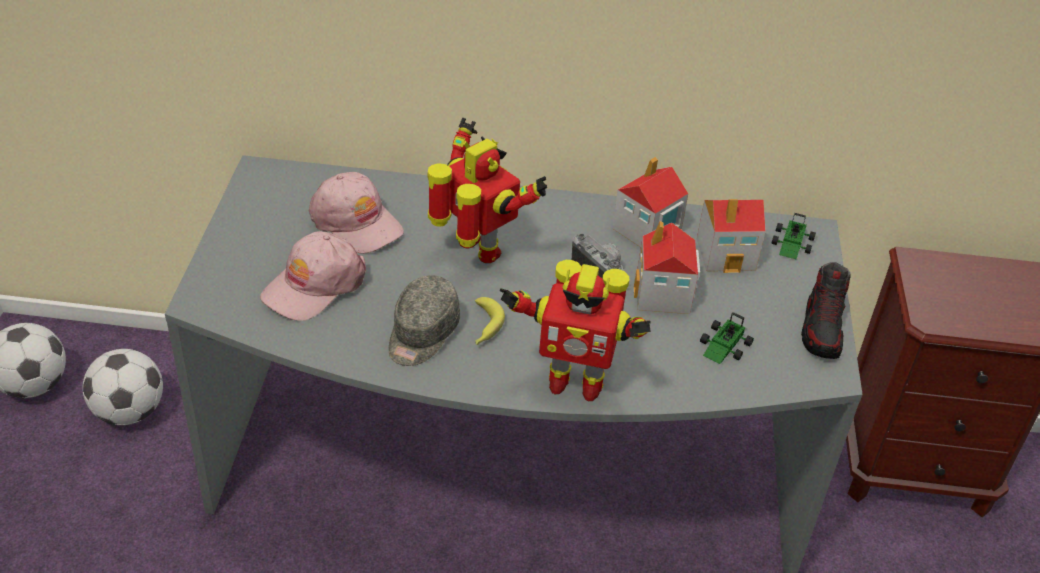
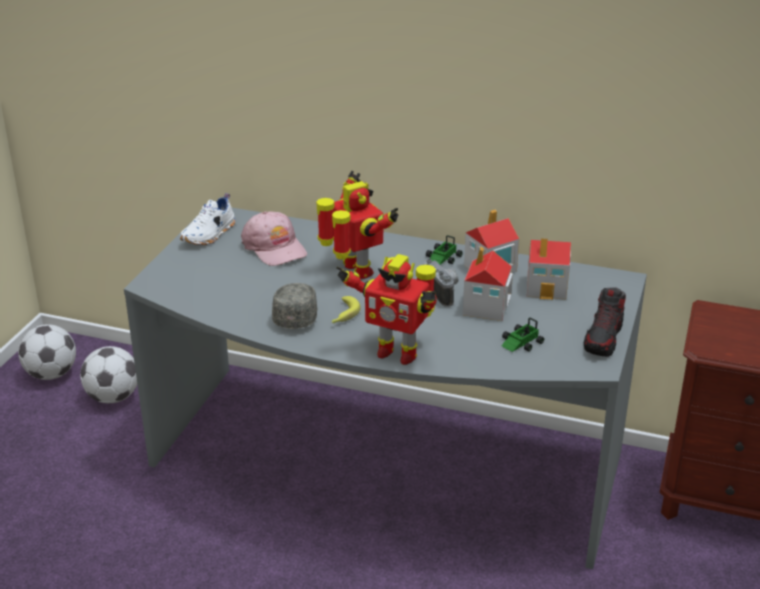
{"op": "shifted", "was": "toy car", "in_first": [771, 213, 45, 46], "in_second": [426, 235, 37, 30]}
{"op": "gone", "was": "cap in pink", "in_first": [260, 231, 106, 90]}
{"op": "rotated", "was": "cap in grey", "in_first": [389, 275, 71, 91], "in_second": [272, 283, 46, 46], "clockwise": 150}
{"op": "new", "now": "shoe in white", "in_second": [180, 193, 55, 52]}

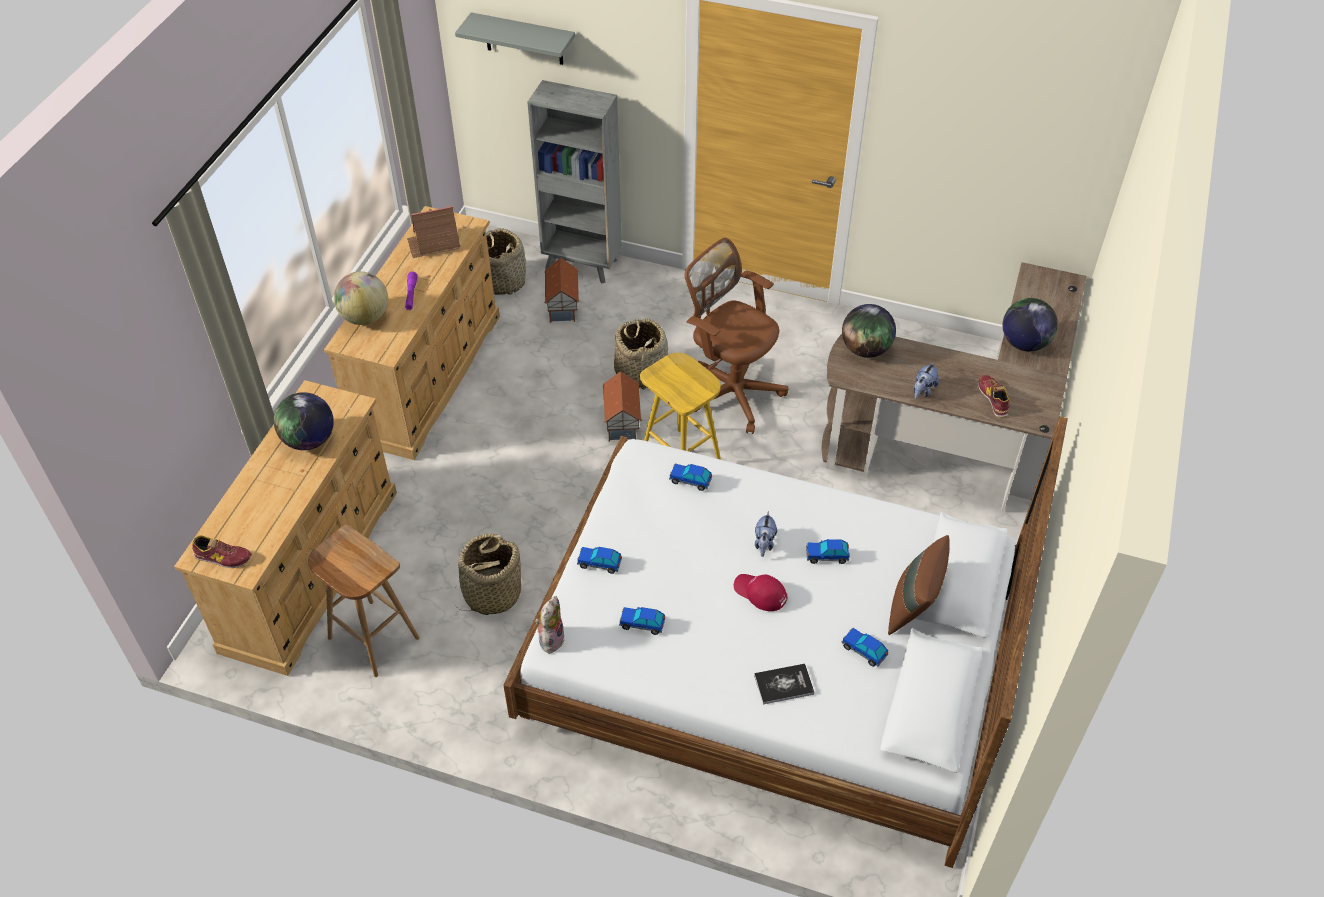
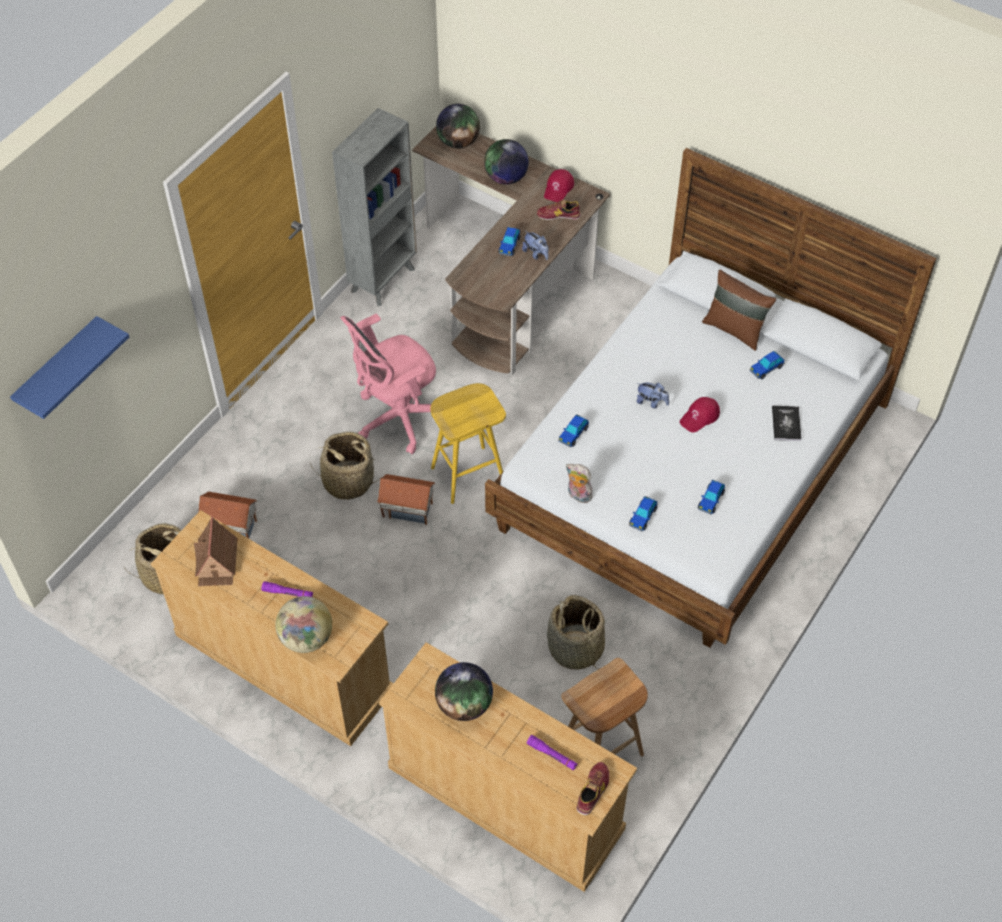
{"op": "repainted", "was": "shelf in grey", "now": "shelf in blue", "in_first": [455, 12, 120, 53], "in_second": [10, 316, 119, 103]}
{"op": "shifted", "was": "bookcase in grey", "in_first": [527, 80, 95, 204], "in_second": [332, 108, 85, 198]}
{"op": "repainted", "was": "office chair in brown", "now": "office chair in pink", "in_first": [684, 238, 105, 196], "in_second": [340, 314, 96, 140]}
{"op": "shifted", "was": "globe", "in_first": [842, 304, 54, 54], "in_second": [436, 104, 44, 45]}
{"op": "shifted", "was": "toy car", "in_first": [806, 539, 44, 25], "in_second": [499, 227, 21, 29]}
{"op": "shifted", "was": "plush toy", "in_first": [535, 596, 30, 57], "in_second": [566, 464, 28, 39]}
{"op": "new", "now": "cap in red", "in_second": [544, 169, 30, 33]}
{"op": "new", "now": "flashlight in purple", "in_second": [527, 735, 50, 35]}

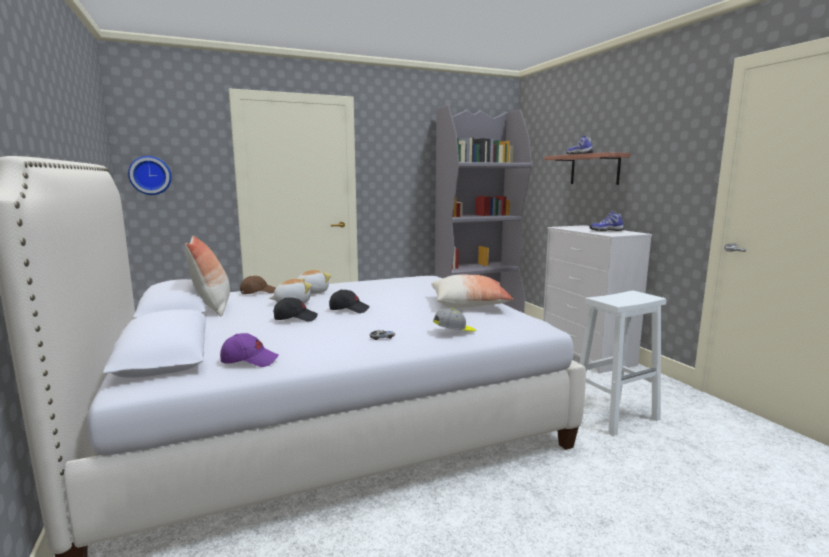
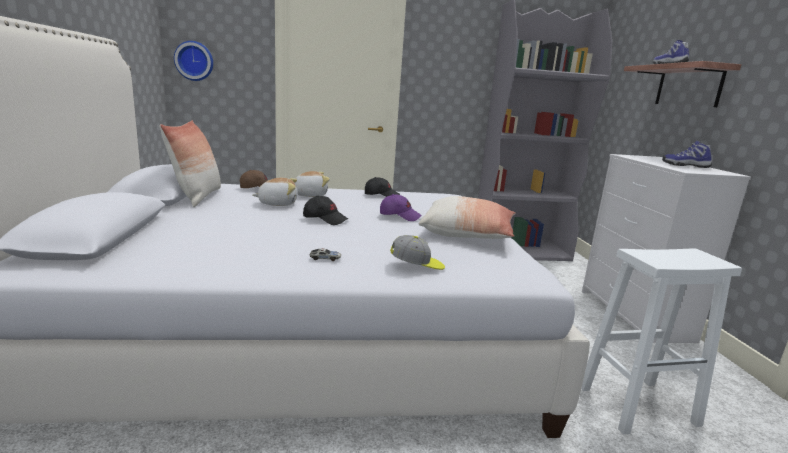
{"op": "shifted", "was": "cap in black", "in_first": [273, 297, 45, 24], "in_second": [365, 177, 35, 20]}
{"op": "shifted", "was": "cap in purple", "in_first": [220, 333, 59, 34], "in_second": [380, 194, 42, 27]}

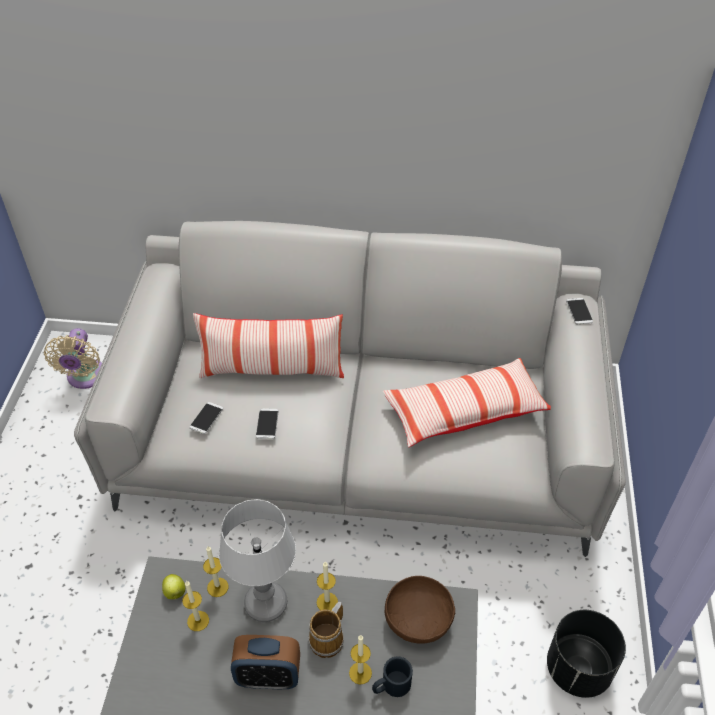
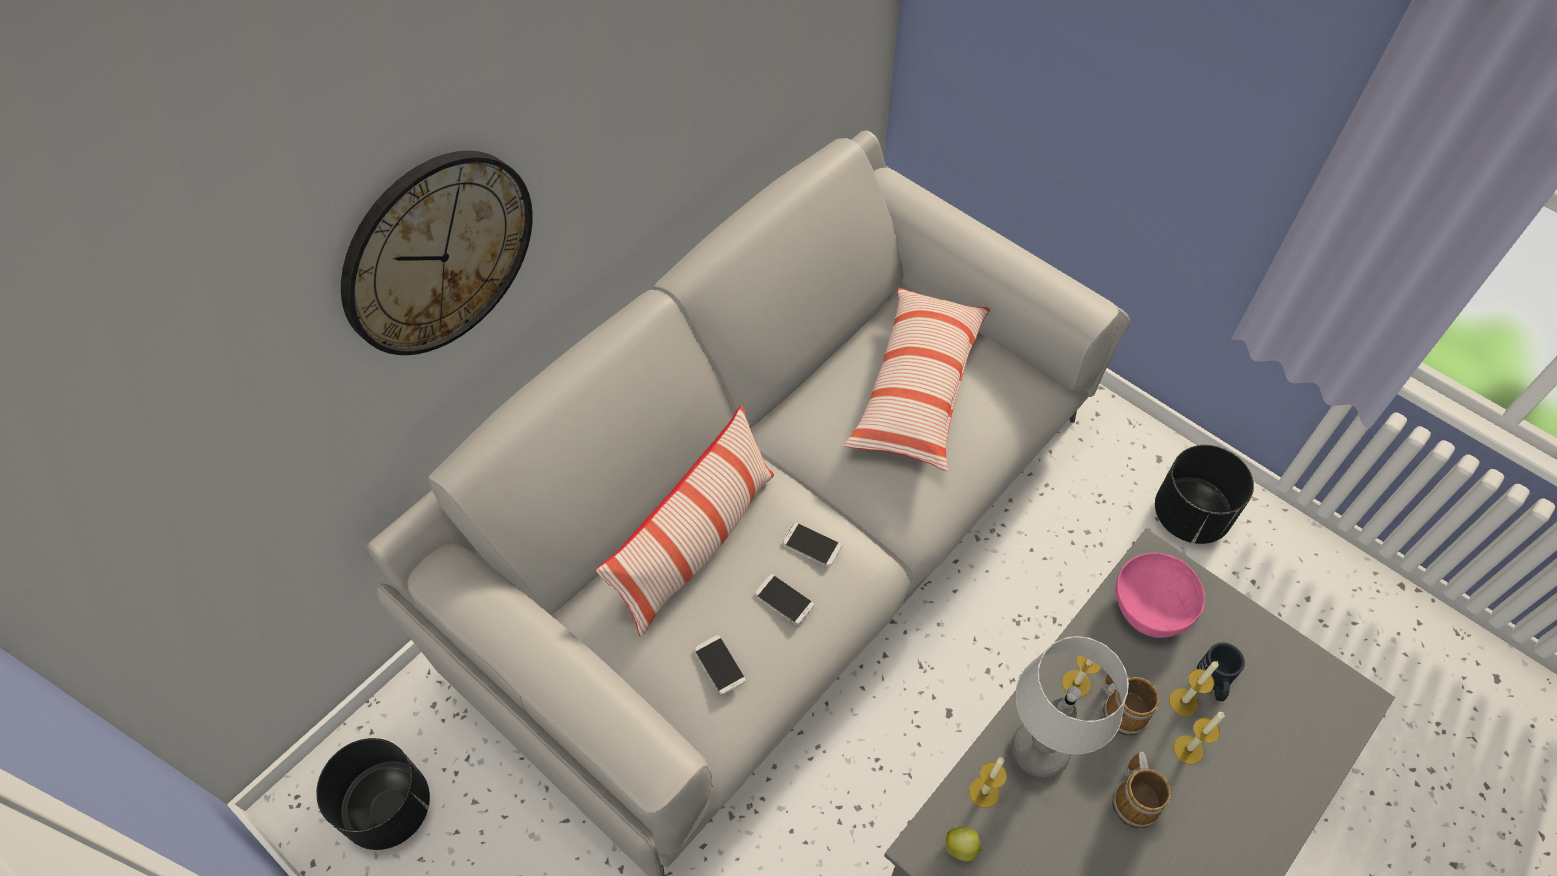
{"op": "shifted", "was": "phone", "in_first": [566, 298, 27, 26], "in_second": [783, 523, 59, 43]}
{"op": "swapped", "was": "fan in beige", "now": "planter in black", "in_first": [44, 328, 58, 61], "in_second": [316, 738, 114, 112]}
{"op": "repainted", "was": "bowl in brown", "now": "bowl in pink", "in_first": [385, 576, 70, 68], "in_second": [1116, 553, 89, 85]}
{"op": "shifted", "was": "candle", "in_first": [182, 581, 27, 50], "in_second": [1173, 712, 52, 53]}
{"op": "swapped", "was": "alarm clock", "now": "mug", "in_first": [231, 635, 69, 54], "in_second": [1112, 751, 59, 77]}
{"op": "new", "now": "wall clock", "in_second": [341, 151, 192, 204]}

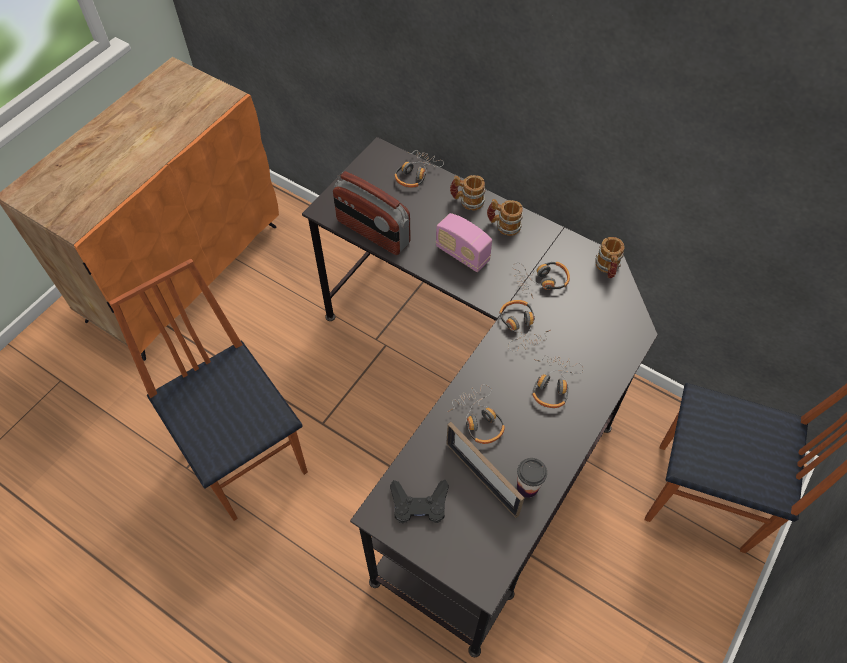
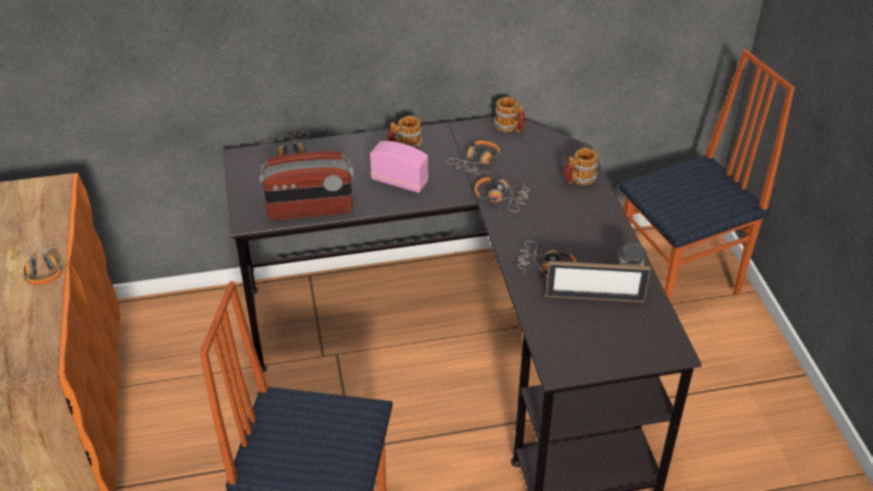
{"op": "shifted", "was": "mug", "in_first": [450, 175, 36, 36], "in_second": [564, 148, 34, 37]}
{"op": "rotated", "was": "radio", "in_first": [436, 213, 56, 59], "in_second": [370, 141, 59, 52], "clockwise": -150}
{"op": "shifted", "was": "headphones", "in_first": [532, 355, 52, 53], "in_second": [10, 238, 52, 47]}
{"op": "gone", "was": "game controller in black", "in_first": [390, 480, 59, 44]}

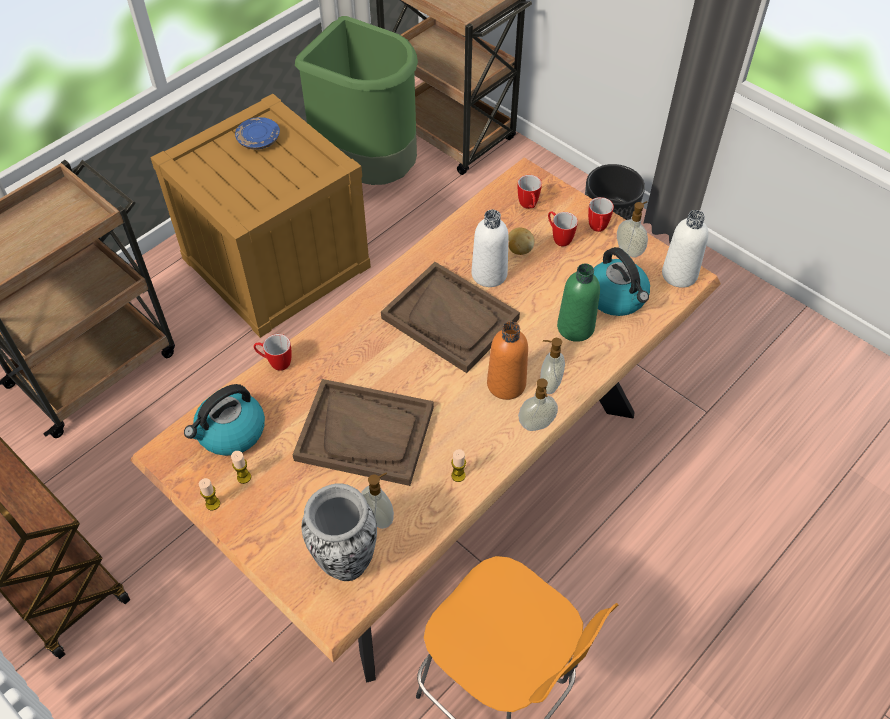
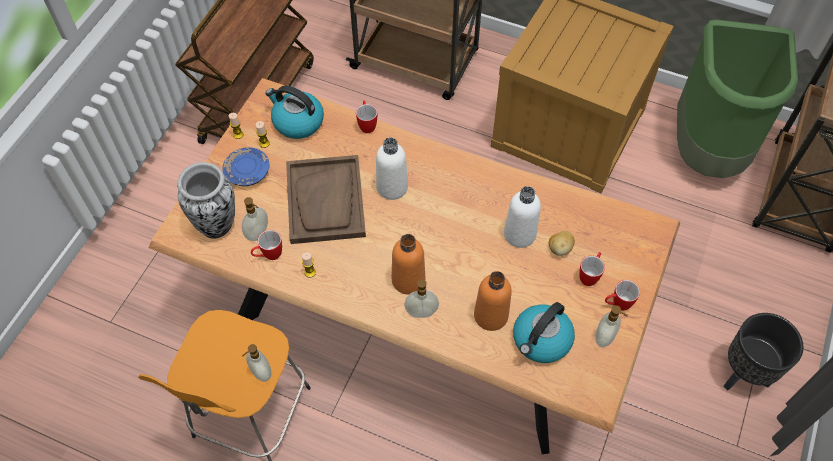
{"op": "shifted", "was": "plate in blue", "in_first": [235, 117, 45, 33], "in_second": [222, 147, 47, 39]}
{"op": "shifted", "was": "mug", "in_first": [518, 175, 24, 34], "in_second": [251, 230, 31, 30]}
{"op": "shifted", "was": "bottle in white", "in_first": [662, 210, 46, 78], "in_second": [376, 137, 32, 63]}
{"op": "gone", "was": "tray in brown", "in_first": [381, 262, 139, 111]}
{"op": "repainted", "was": "bottle in green", "now": "bottle in orange", "in_first": [557, 264, 43, 78], "in_second": [474, 271, 38, 60]}
{"op": "shifted", "was": "soap dispenser", "in_first": [518, 378, 40, 53], "in_second": [242, 344, 30, 38]}

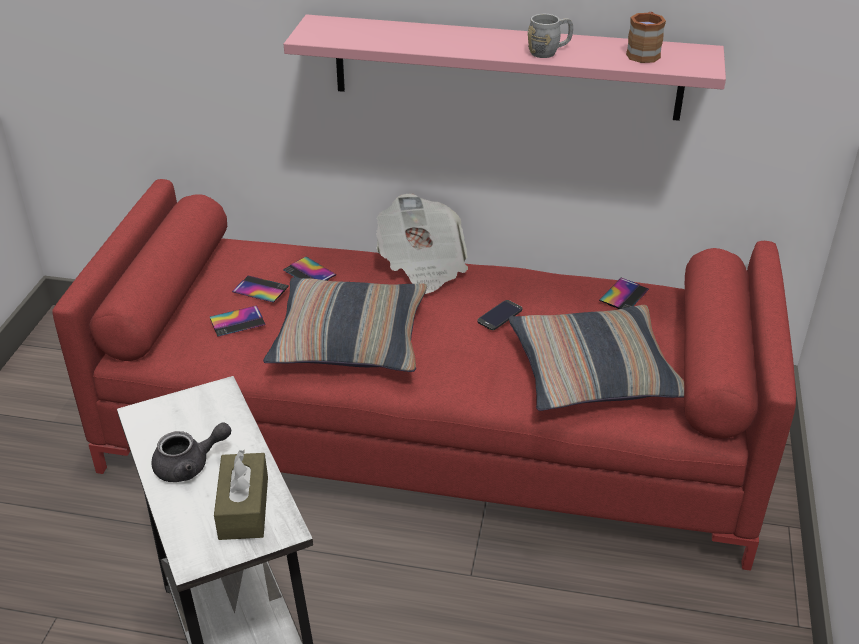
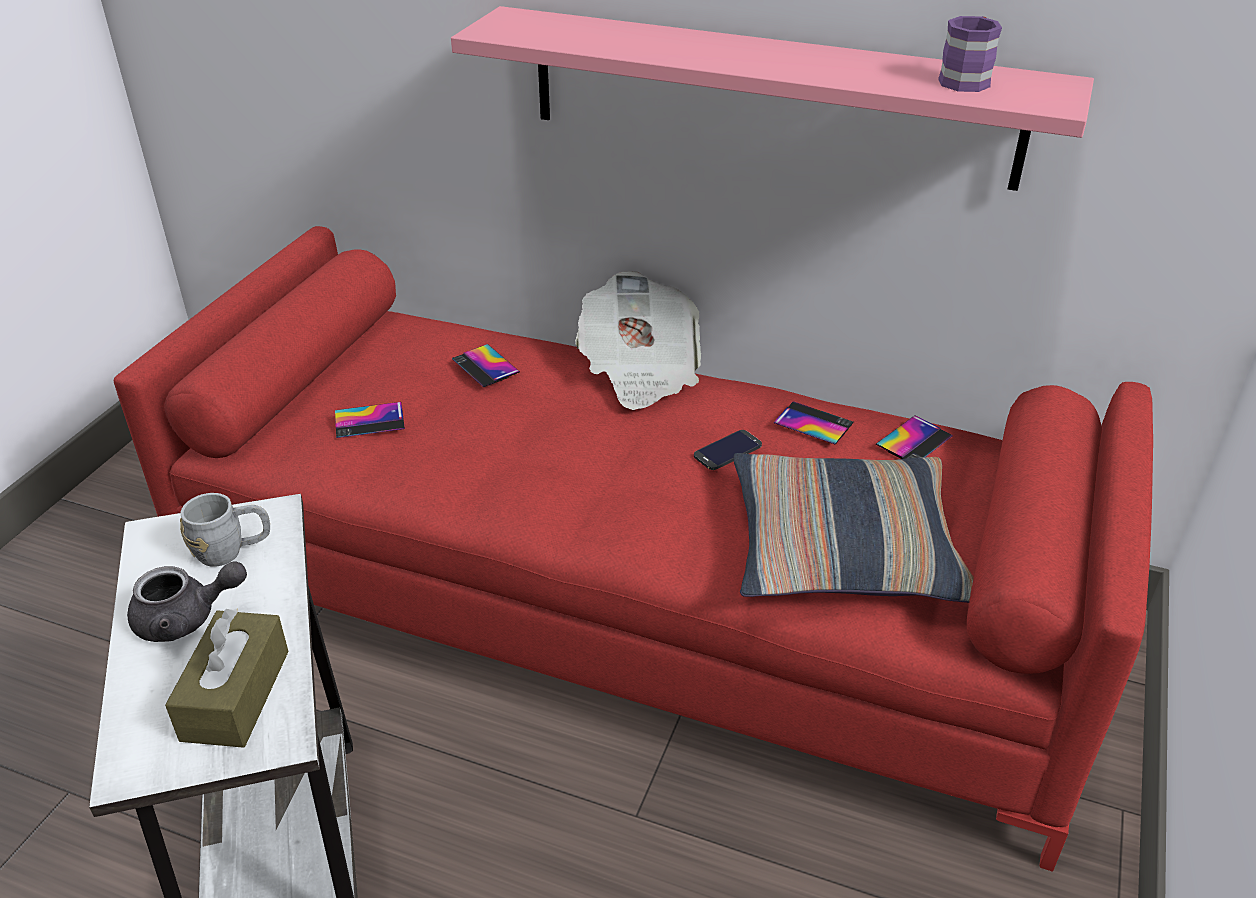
{"op": "repainted", "was": "mug in brown", "now": "mug in purple", "in_first": [626, 12, 40, 51], "in_second": [938, 16, 64, 76]}
{"op": "shifted", "was": "mug in grey", "in_first": [527, 14, 46, 44], "in_second": [180, 493, 90, 74]}
{"op": "shifted", "was": "phone", "in_first": [232, 275, 57, 28], "in_second": [774, 401, 80, 44]}
{"op": "gone", "was": "pillow", "in_first": [263, 277, 164, 95]}

